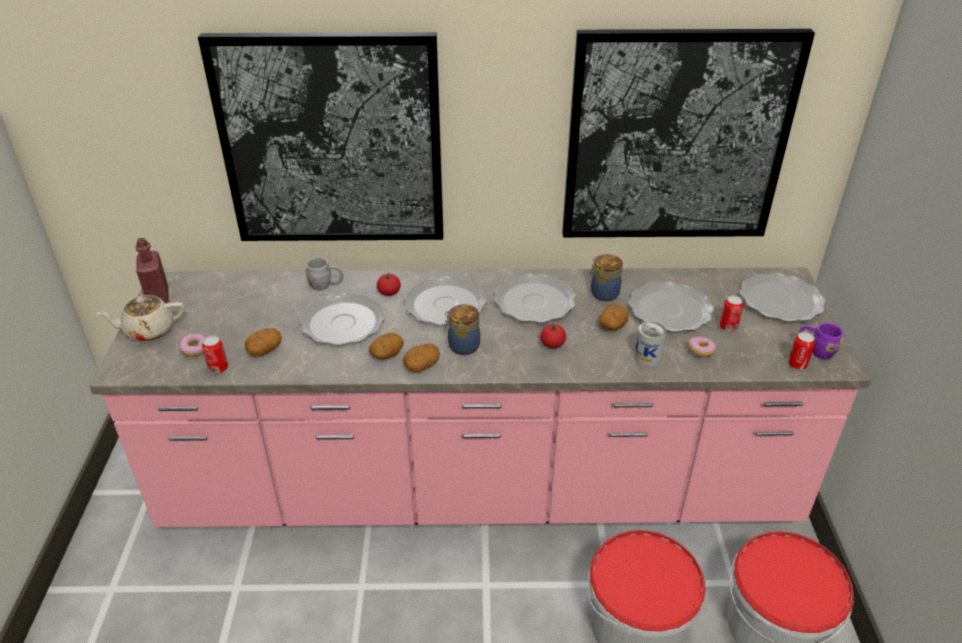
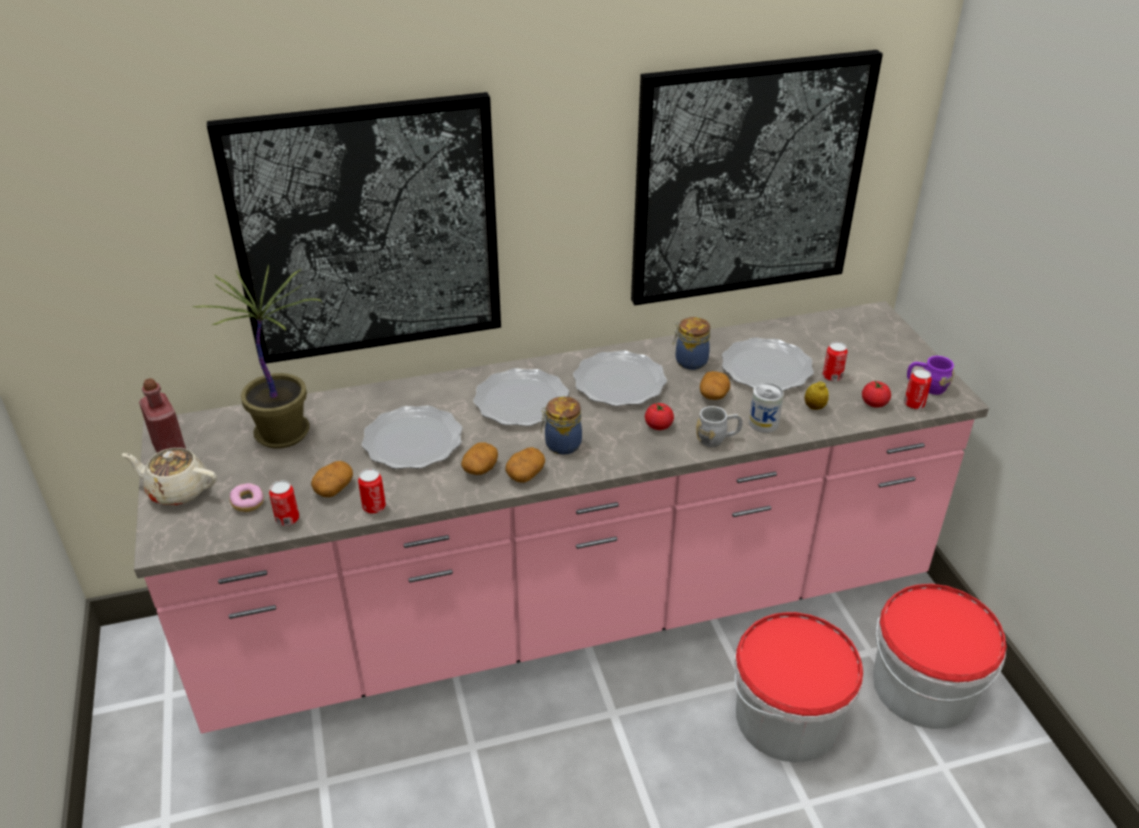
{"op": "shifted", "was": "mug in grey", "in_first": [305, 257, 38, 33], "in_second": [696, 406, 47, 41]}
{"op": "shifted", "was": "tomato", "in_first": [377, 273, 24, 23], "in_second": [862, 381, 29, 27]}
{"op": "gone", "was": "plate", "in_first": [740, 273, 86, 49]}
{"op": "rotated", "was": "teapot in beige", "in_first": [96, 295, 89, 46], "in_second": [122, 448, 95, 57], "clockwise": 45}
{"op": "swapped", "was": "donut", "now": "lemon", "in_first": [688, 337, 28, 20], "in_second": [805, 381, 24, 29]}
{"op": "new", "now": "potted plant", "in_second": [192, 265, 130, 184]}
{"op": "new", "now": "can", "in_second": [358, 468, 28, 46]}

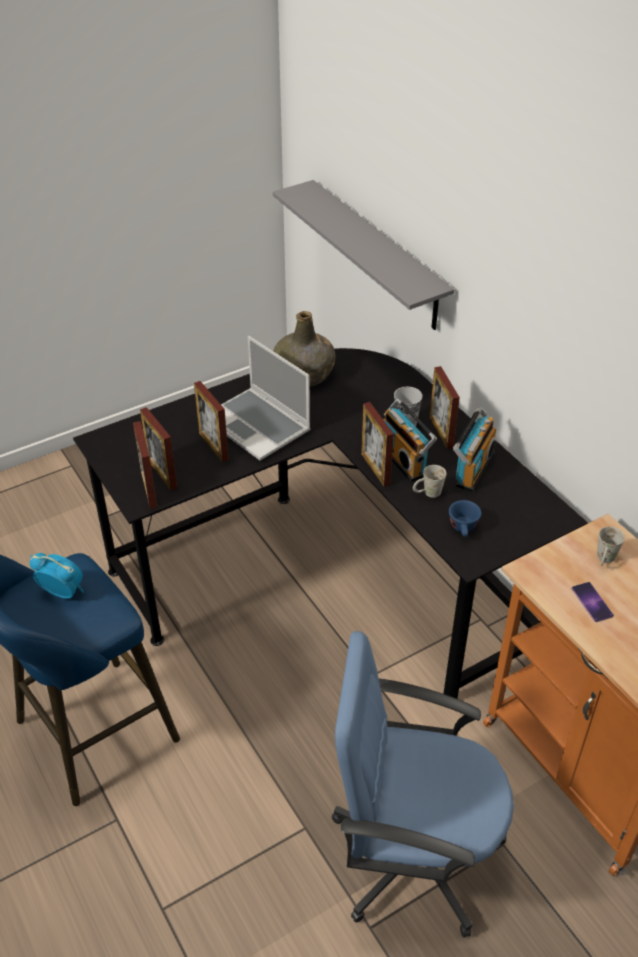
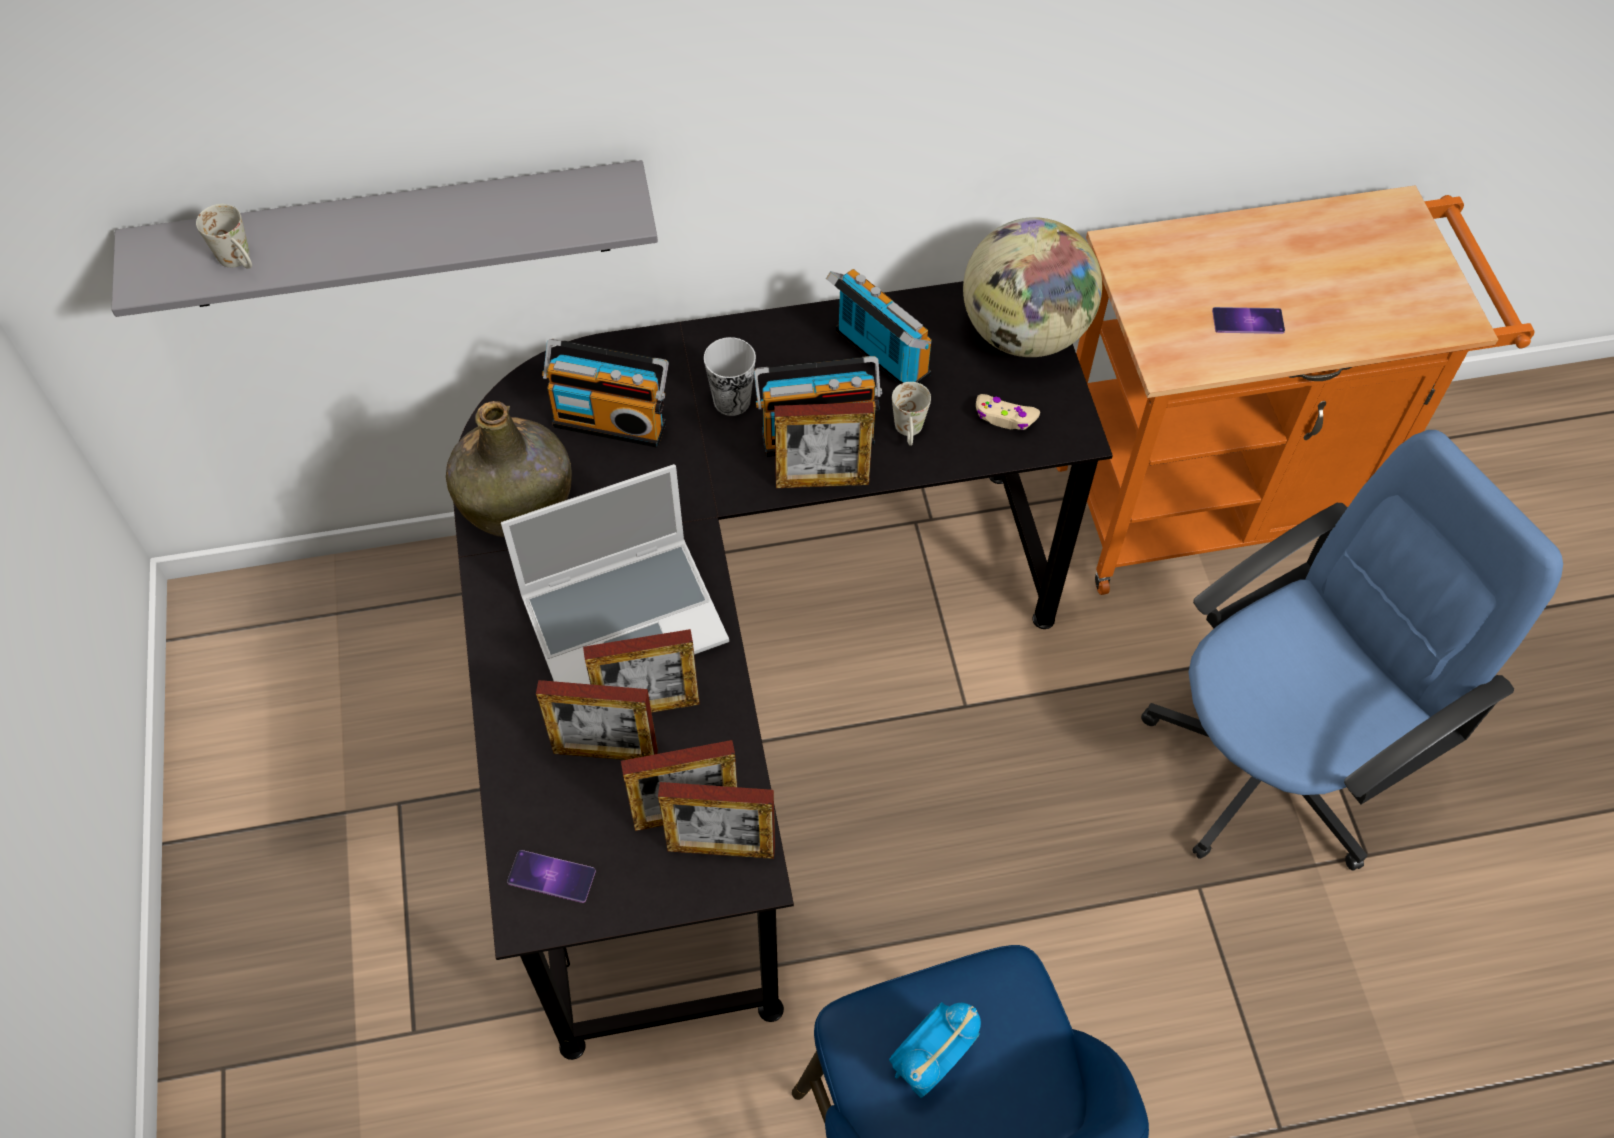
{"op": "shifted", "was": "picture frame", "in_first": [430, 366, 30, 83], "in_second": [536, 680, 122, 80]}
{"op": "swapped", "was": "cup in blue", "now": "game controller in beige", "in_first": [449, 500, 32, 37], "in_second": [976, 394, 64, 36]}
{"op": "shifted", "was": "mug in white", "in_first": [597, 527, 28, 39], "in_second": [196, 204, 56, 65]}
{"op": "rotated", "was": "office chair in blue", "in_first": [331, 631, 183, 307], "in_second": [1141, 430, 422, 441], "clockwise": -150}
{"op": "new", "now": "globe", "in_second": [963, 217, 139, 140]}
{"op": "new", "now": "radio", "in_second": [542, 339, 127, 109]}
{"op": "new", "now": "phone", "in_second": [507, 850, 89, 53]}

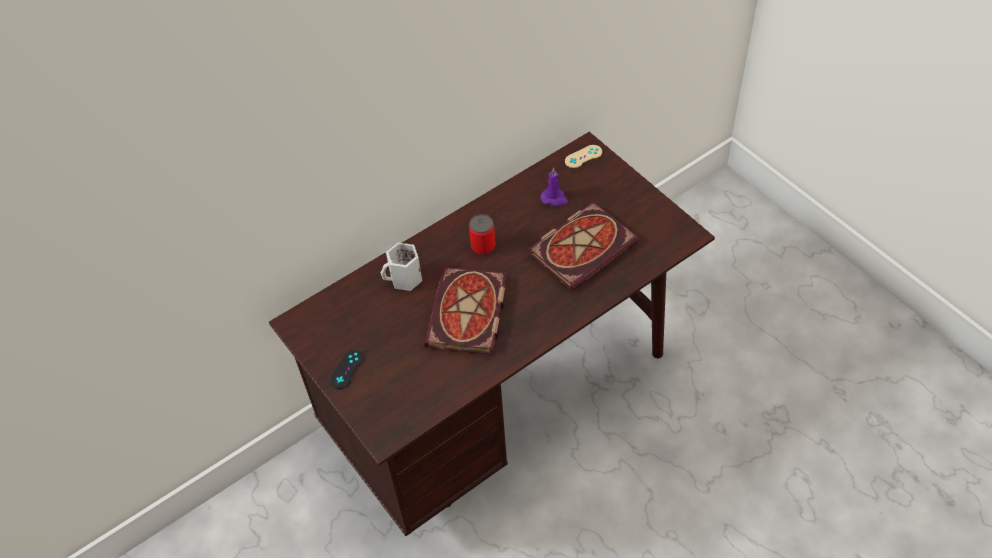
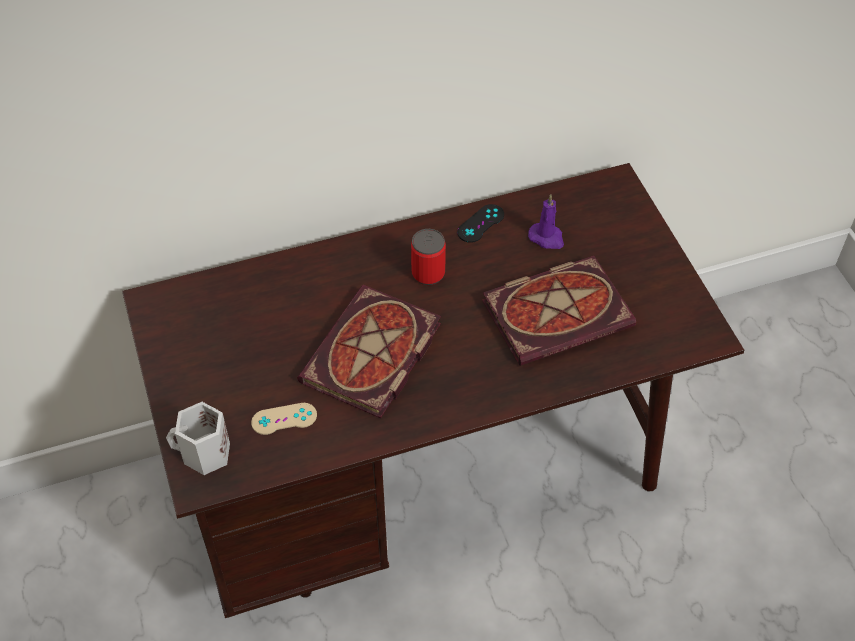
{"op": "shifted", "was": "game controller in beige", "in_first": [565, 145, 37, 23], "in_second": [251, 403, 66, 32]}
{"op": "shifted", "was": "mug in white", "in_first": [381, 242, 41, 49], "in_second": [166, 402, 64, 73]}
{"op": "shifted", "was": "game controller in black", "in_first": [330, 349, 34, 40], "in_second": [457, 204, 47, 39]}

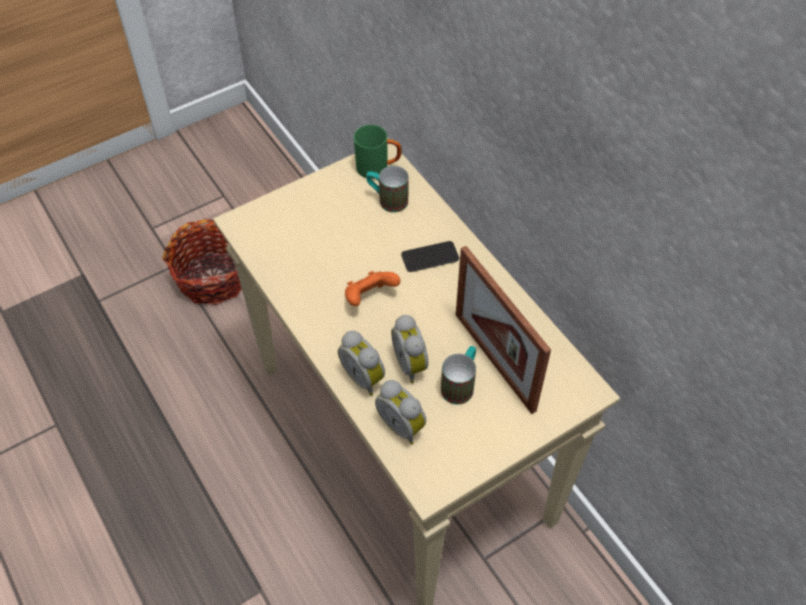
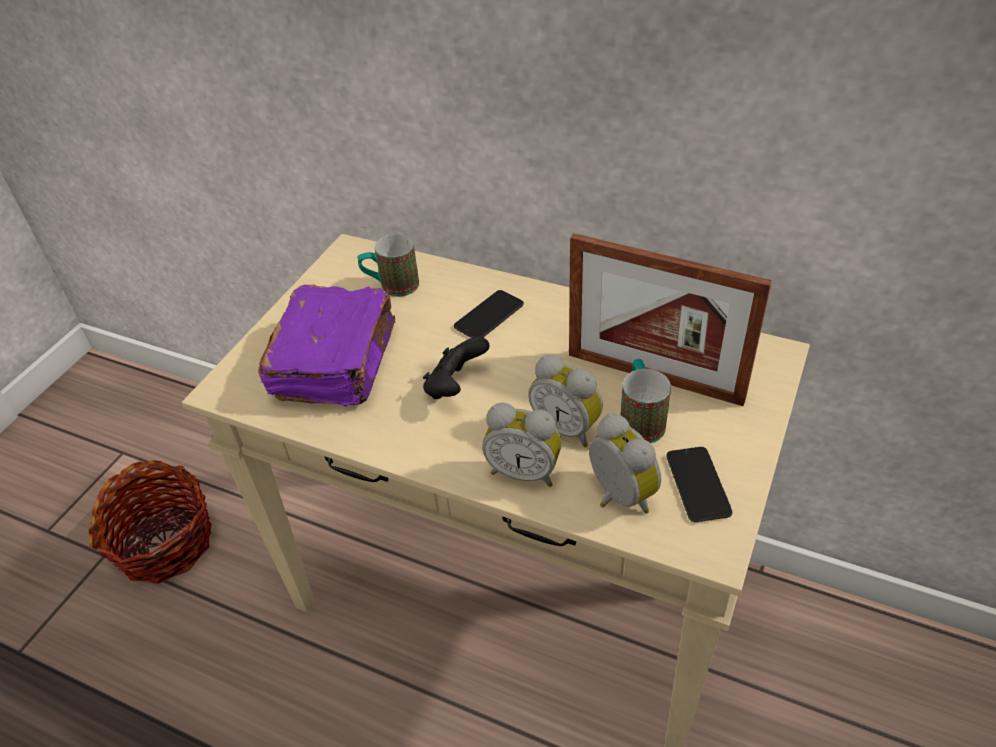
{"op": "gone", "was": "mug in green", "in_first": [354, 125, 48, 54]}
{"op": "repainted", "was": "game controller in orange", "now": "game controller in black", "in_first": [345, 271, 55, 35], "in_second": [423, 337, 67, 62]}
{"op": "rotated", "was": "alarm clock", "in_first": [375, 380, 51, 65], "in_second": [589, 414, 72, 100], "clockwise": -135}
{"op": "new", "now": "book in purple", "in_second": [258, 284, 137, 122]}
{"op": "new", "now": "phone", "in_second": [666, 447, 67, 75]}

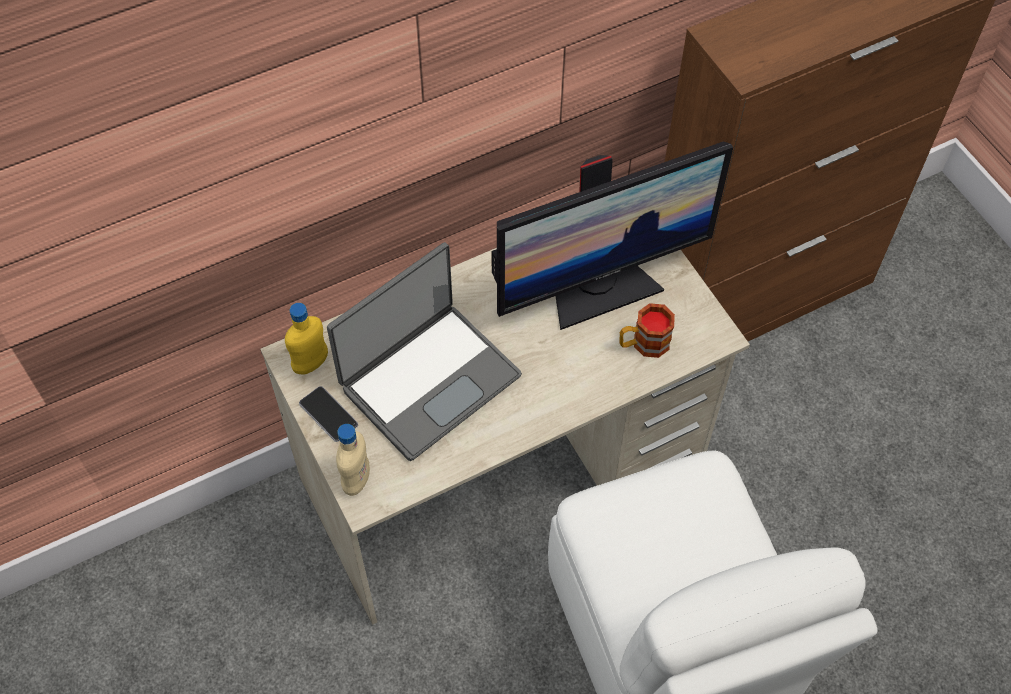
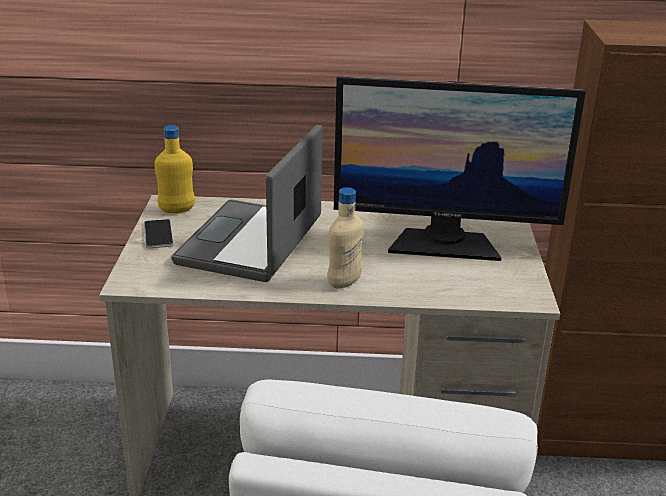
{"op": "rotated", "was": "laptop", "in_first": [327, 242, 195, 219], "in_second": [171, 125, 151, 157], "clockwise": 120}
{"op": "gone", "was": "mug", "in_first": [619, 303, 56, 55]}
{"op": "shifted", "was": "bottle in beige", "in_first": [336, 424, 34, 72], "in_second": [327, 187, 37, 102]}

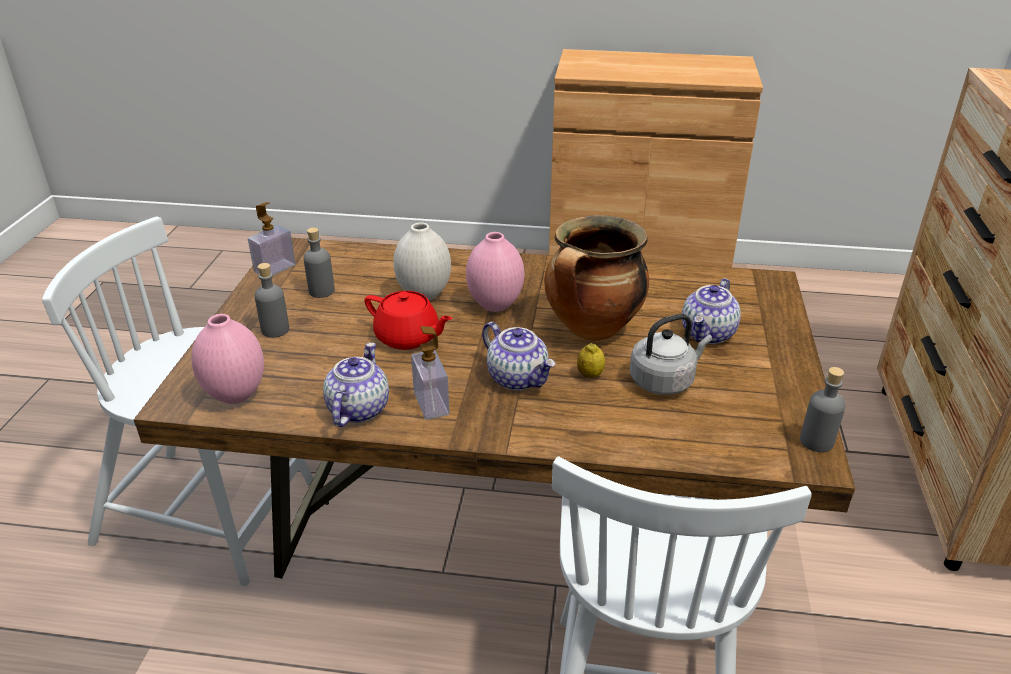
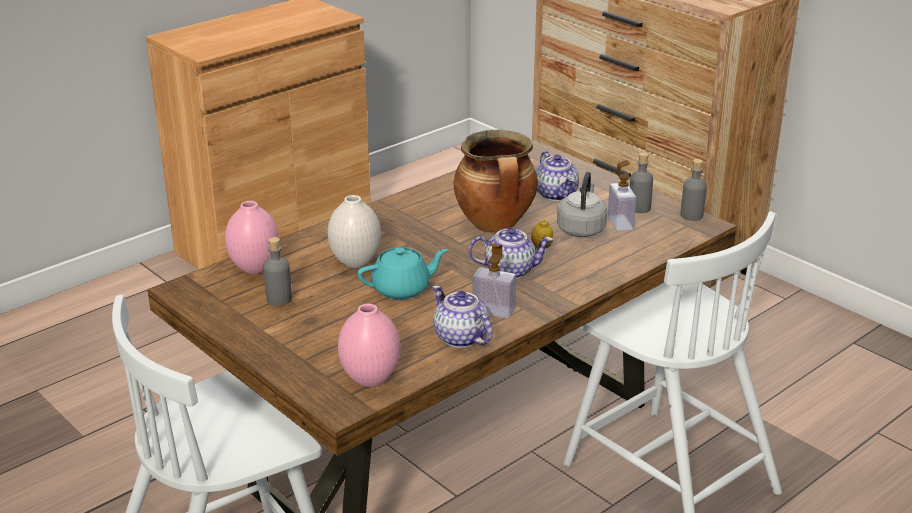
{"op": "shifted", "was": "soap dispenser", "in_first": [248, 202, 47, 73], "in_second": [608, 160, 28, 71]}
{"op": "shifted", "was": "vase in pink", "in_first": [466, 232, 58, 80], "in_second": [225, 201, 54, 73]}
{"op": "shifted", "was": "bottle in grey", "in_first": [255, 263, 34, 75], "in_second": [630, 152, 23, 61]}
{"op": "repainted", "was": "teapot in red", "now": "teapot in turquoise", "in_first": [365, 291, 88, 59], "in_second": [357, 248, 91, 51]}

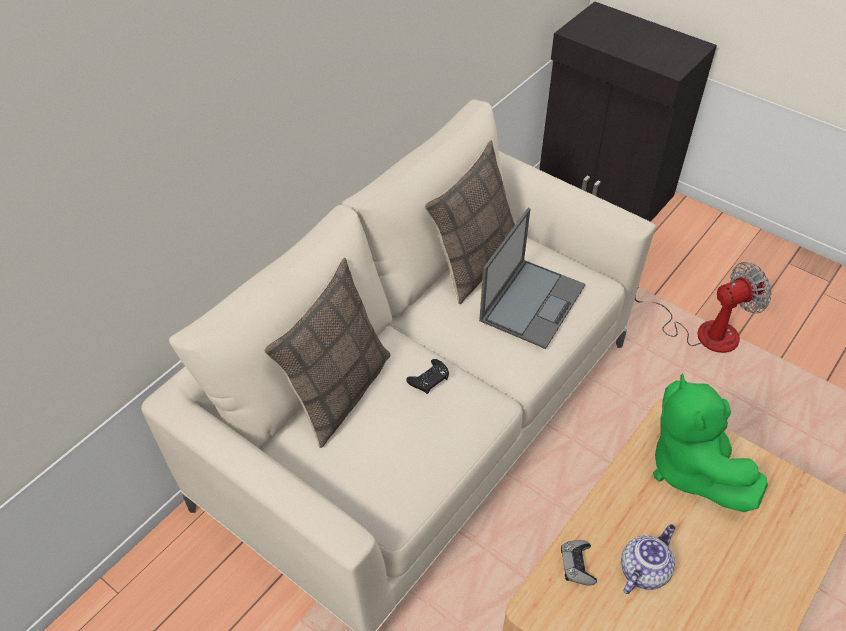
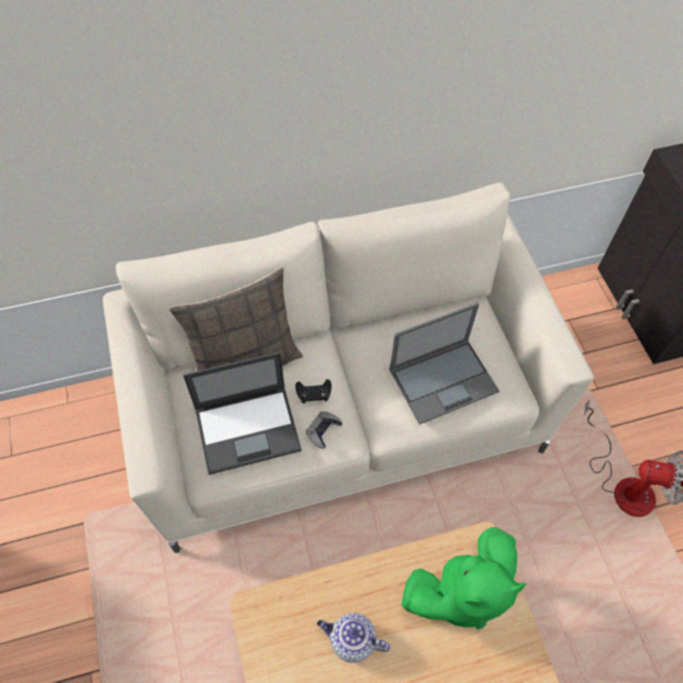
{"op": "gone", "was": "pillow", "in_first": [424, 140, 91, 164]}
{"op": "rotated", "was": "plush toy in green", "in_first": [653, 374, 115, 138], "in_second": [401, 527, 125, 103], "clockwise": -135}
{"op": "rotated", "was": "teapot", "in_first": [621, 524, 54, 70], "in_second": [317, 613, 73, 50], "clockwise": -150}
{"op": "shifted", "was": "game controller in grey", "in_first": [561, 540, 36, 46], "in_second": [306, 411, 36, 38]}
{"op": "new", "now": "laptop", "in_second": [183, 352, 119, 123]}

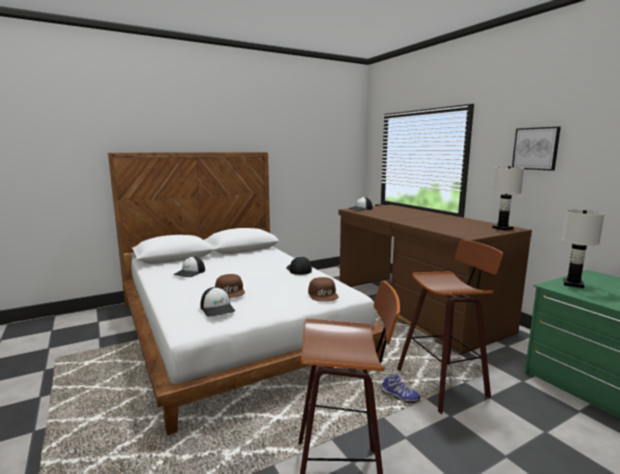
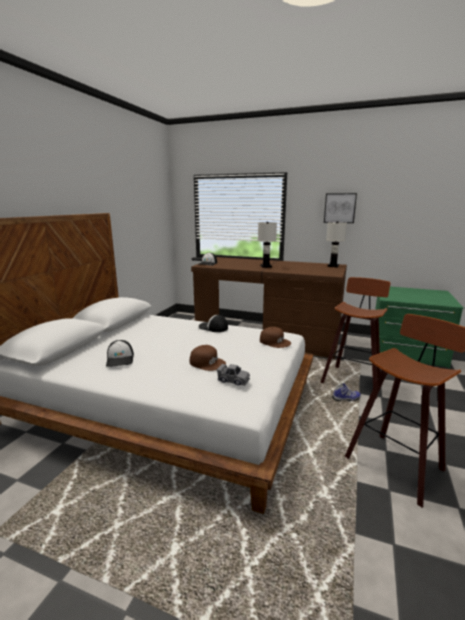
{"op": "shifted", "was": "table lamp in white", "in_first": [561, 210, 44, 78], "in_second": [258, 222, 19, 46]}
{"op": "swapped", "was": "cap", "now": "toy car in grey", "in_first": [201, 287, 34, 30], "in_second": [217, 364, 33, 22]}

